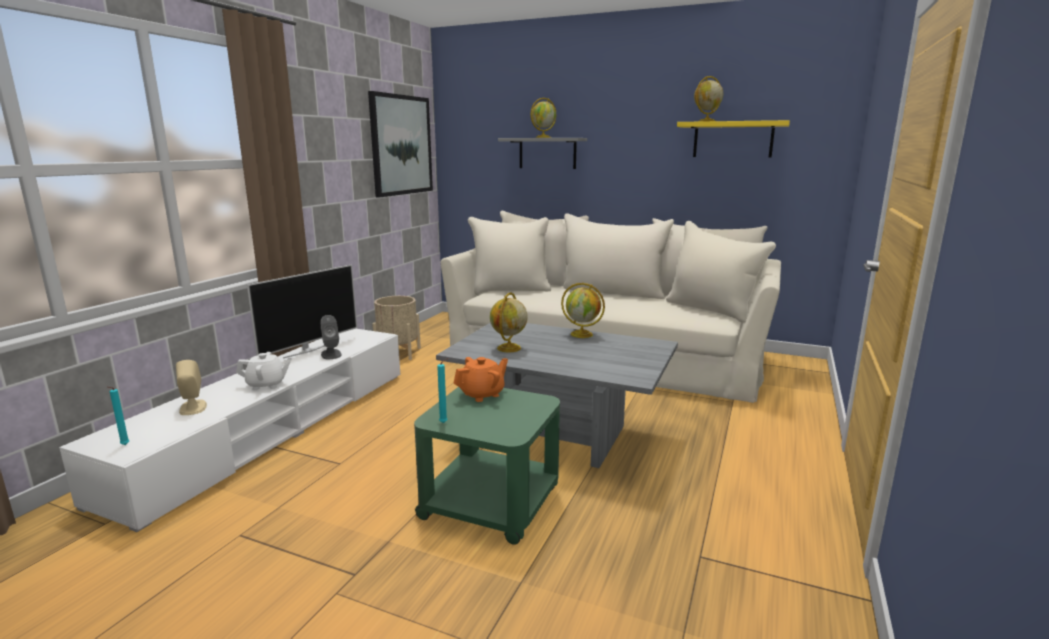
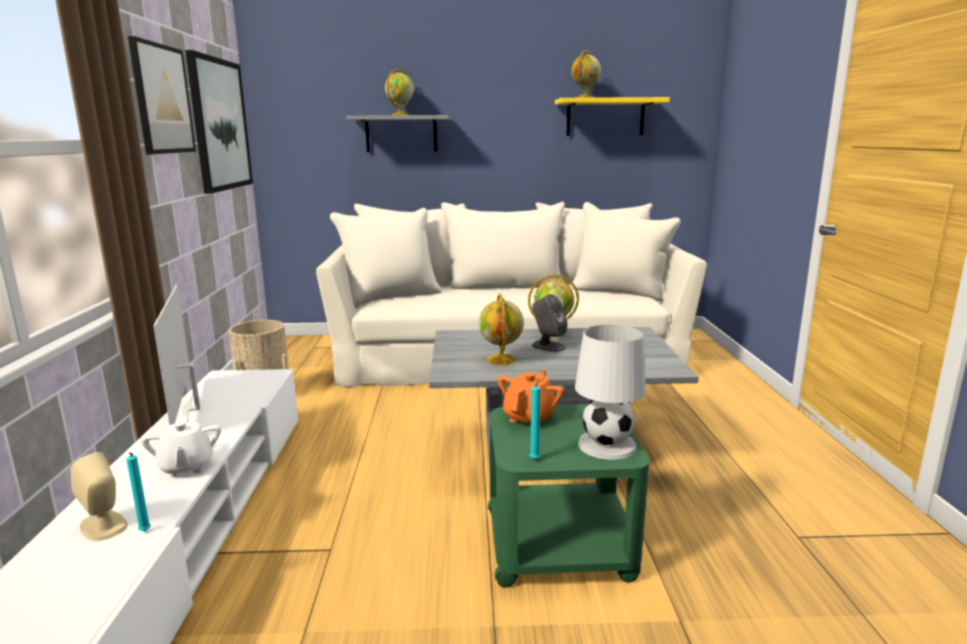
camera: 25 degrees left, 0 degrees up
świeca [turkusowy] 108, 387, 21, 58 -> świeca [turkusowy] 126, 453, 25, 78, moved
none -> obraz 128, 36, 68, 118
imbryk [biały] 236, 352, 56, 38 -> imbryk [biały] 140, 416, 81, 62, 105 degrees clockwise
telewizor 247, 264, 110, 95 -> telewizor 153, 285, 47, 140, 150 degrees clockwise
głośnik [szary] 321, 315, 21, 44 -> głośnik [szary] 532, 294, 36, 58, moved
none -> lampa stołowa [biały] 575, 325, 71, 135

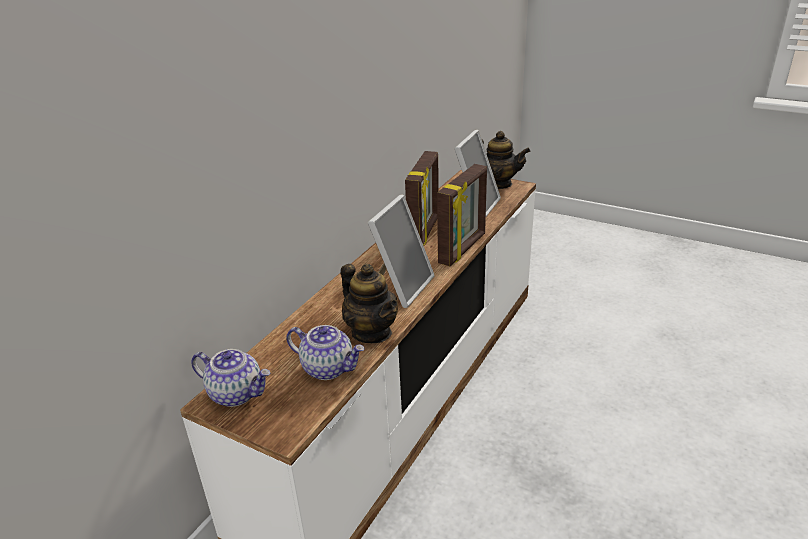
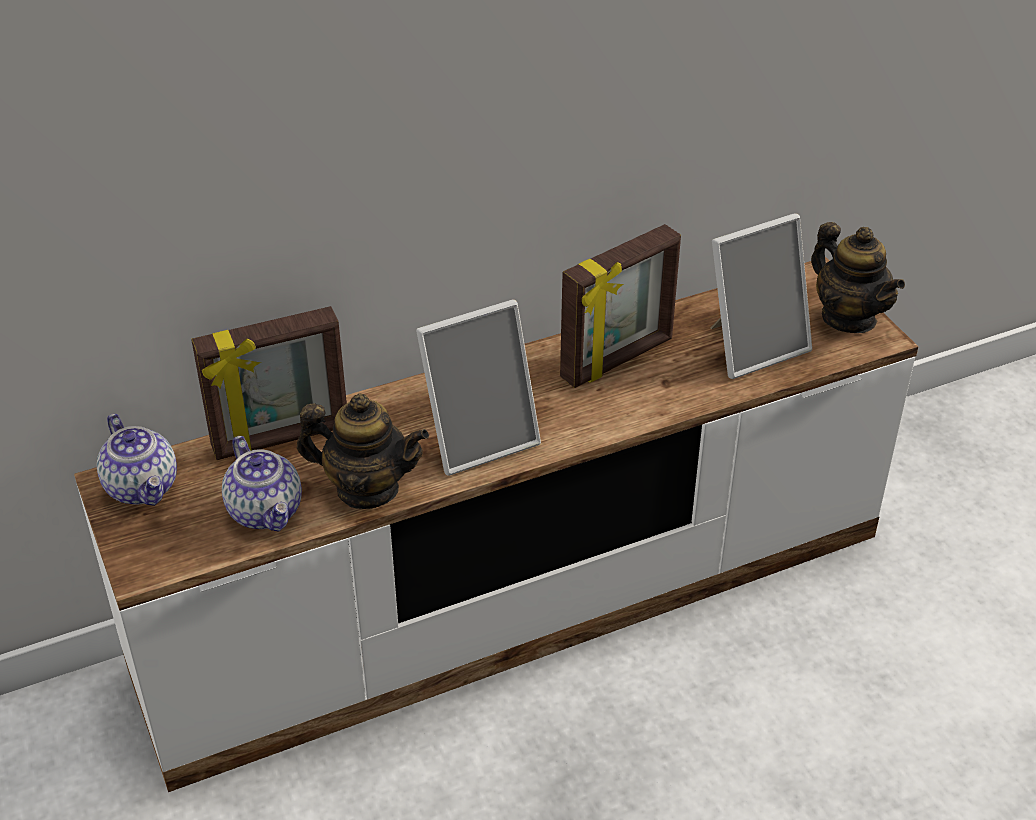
camera: 35 degrees right, 10 degrees up
ramka na zdjęcie 437, 164, 50, 102 -> ramka na zdjęcie 191, 306, 156, 154, moved
imbryk 341, 264, 57, 79 -> imbryk 297, 393, 132, 116, 75 degrees counterclockwise

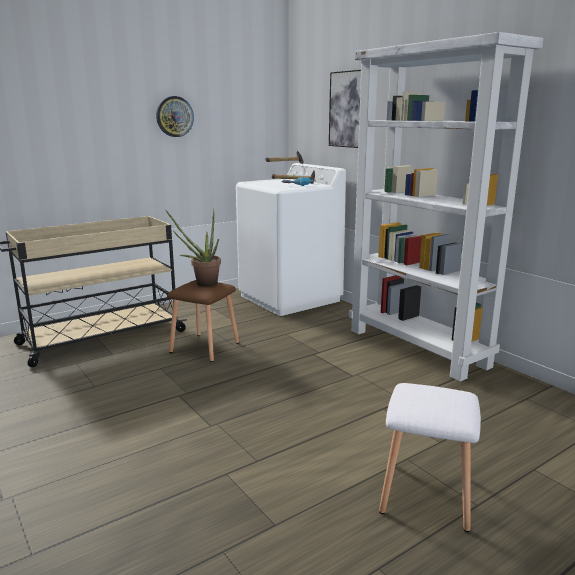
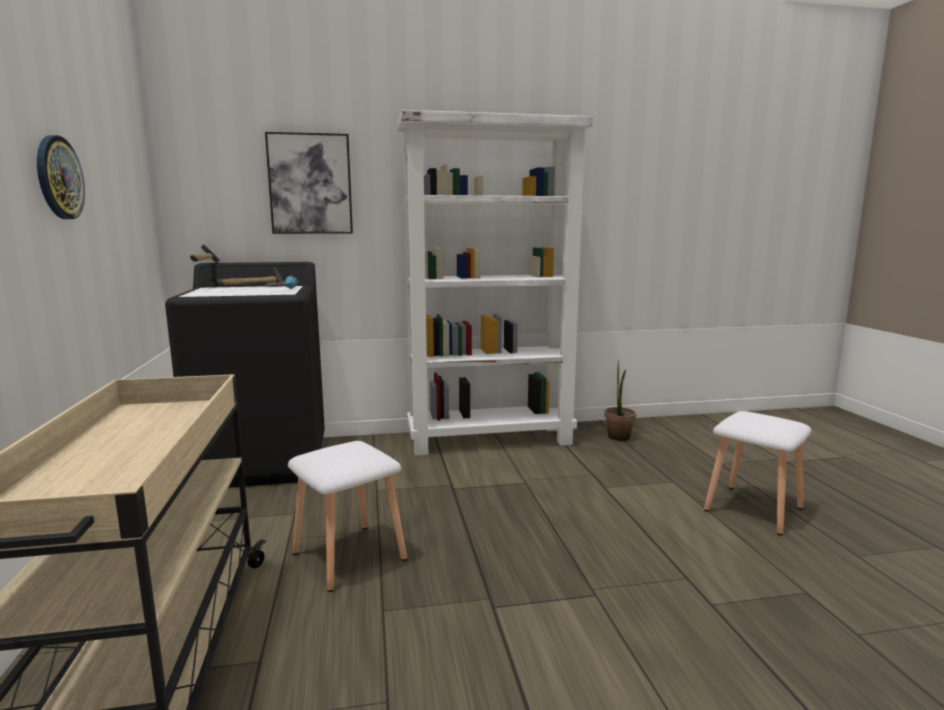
camera: 65 degrees left, 5 degrees down
pralka [biały] 236, 163, 110, 153 -> pralka [czarny] 165, 262, 160, 226
stołek [brązowy] 167, 280, 72, 82 -> stołek [biały] 288, 441, 119, 151
roślina doniczkowa 165, 209, 56, 77 -> roślina doniczkowa 605, 359, 31, 82, moved

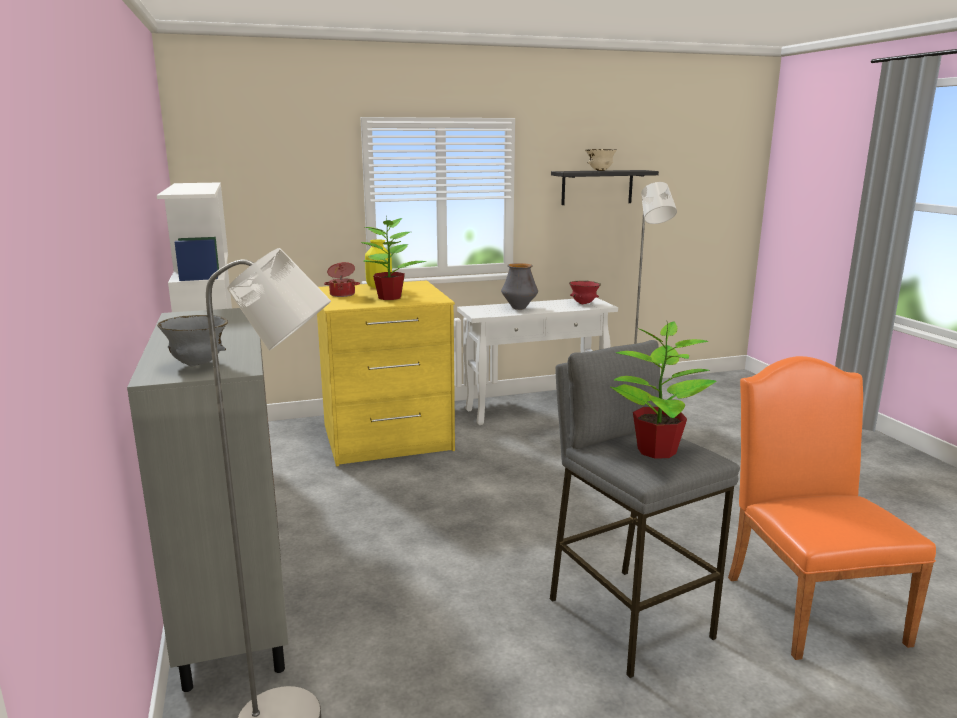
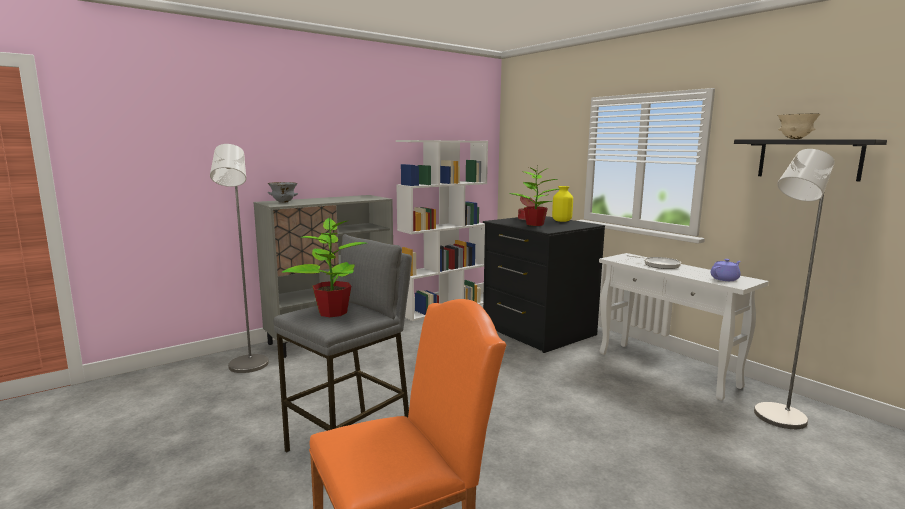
camera: 70 degrees right, 5 degrees down
komoda [żółty] 317, 281, 138, 186 -> komoda [czarny] 483, 216, 122, 137
wazon 501, 263, 37, 47 -> patelnia 626, 255, 55, 14
miska [czerwony] 569, 281, 32, 23 -> imbryk [fioletowy] 710, 259, 31, 22

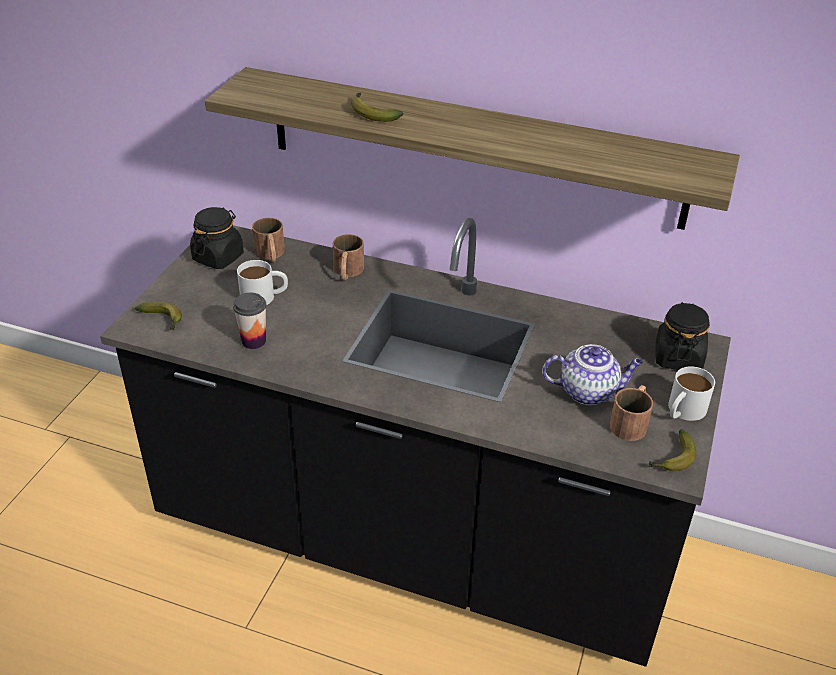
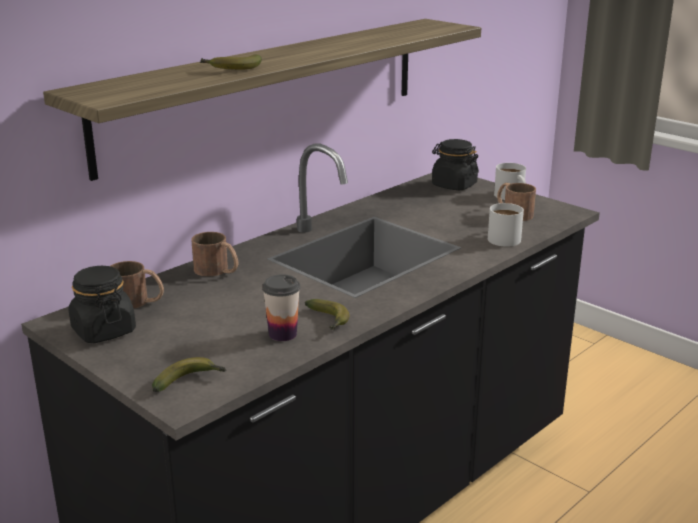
camera: 65 degrees left, 15 degrees down
banan 649, 429, 47, 42 -> banan 305, 299, 45, 31, moved
kubek [biały] 237, 260, 51, 45 -> kubek [biały] 488, 203, 36, 44, moved
imbryk 542, 344, 101, 61 -> none

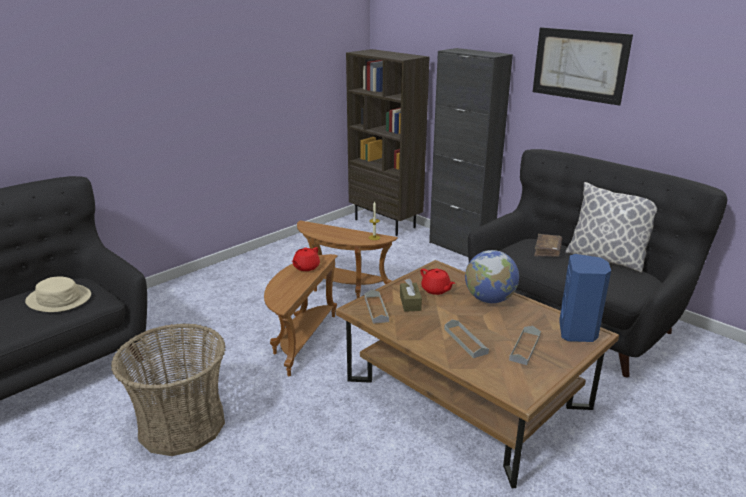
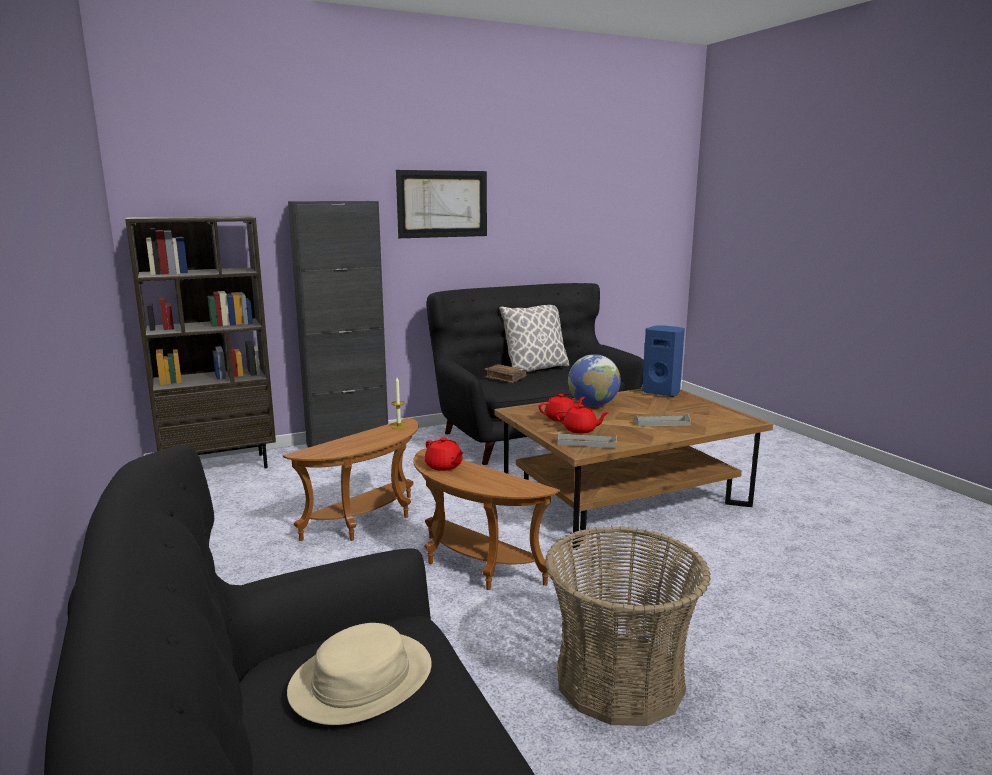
camera: 70 degrees left, 10 degrees down
pudełko chusteczek [brązowy] 400, 278, 22, 34 -> imbryk [czerwony] 555, 404, 55, 30
taca [szary] 509, 326, 32, 39 -> none

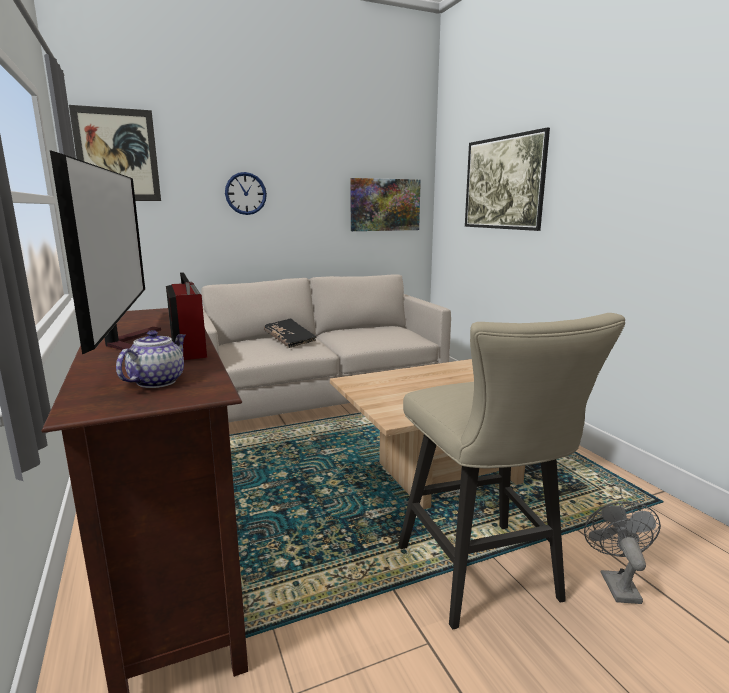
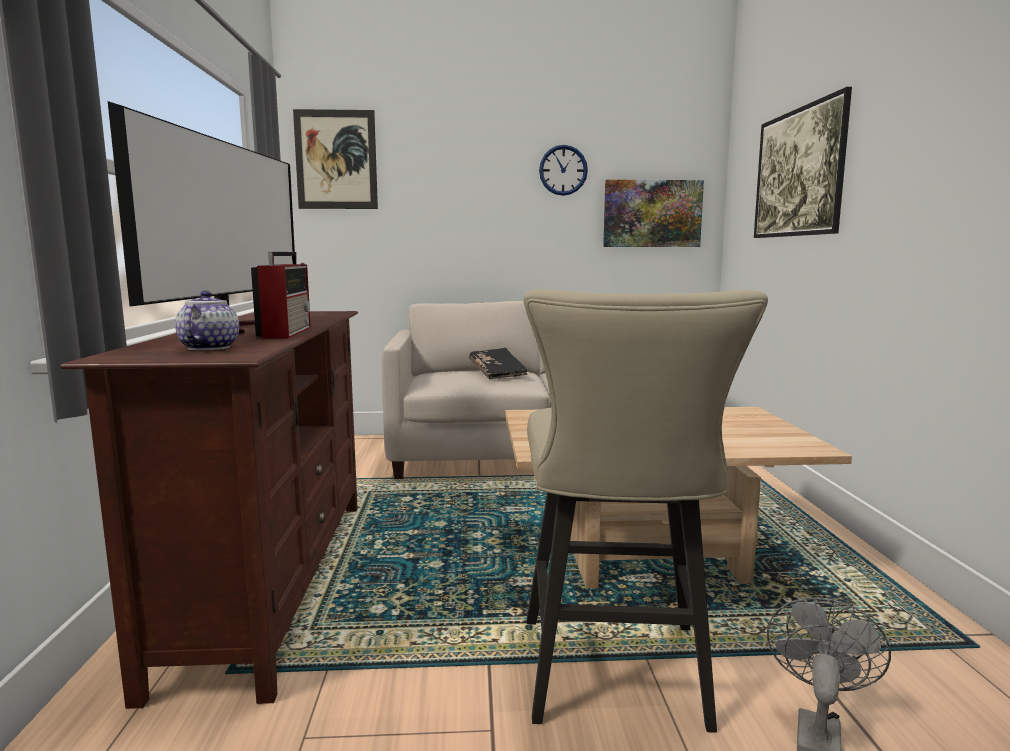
camera: 20 degrees right, 5 degrees down
imbryk 116, 330, 70, 58 -> imbryk 175, 291, 64, 59, 45 degrees counterclockwise
zegar ścienny 225, 172, 42, 43 -> zegar ścienny 539, 145, 49, 51, moved

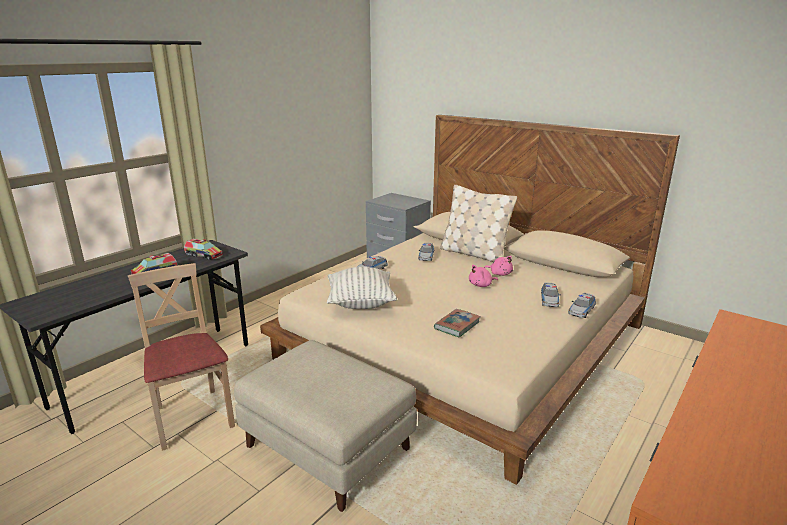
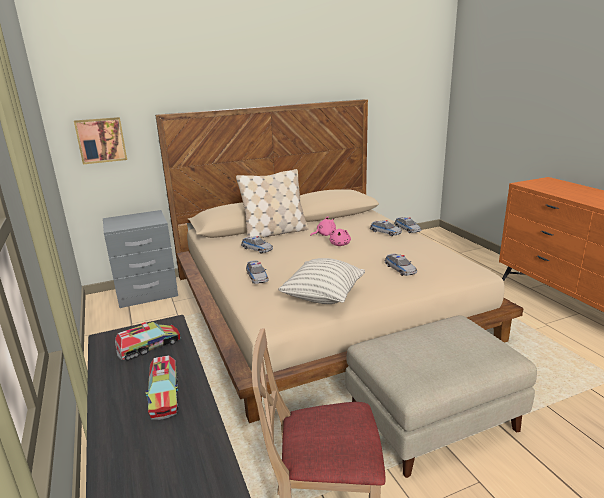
camera: 60 degrees left, 0 degrees up
none -> obraz 74, 117, 53, 47
książka 434, 309, 47, 28 -> samochodzik 385, 253, 32, 23

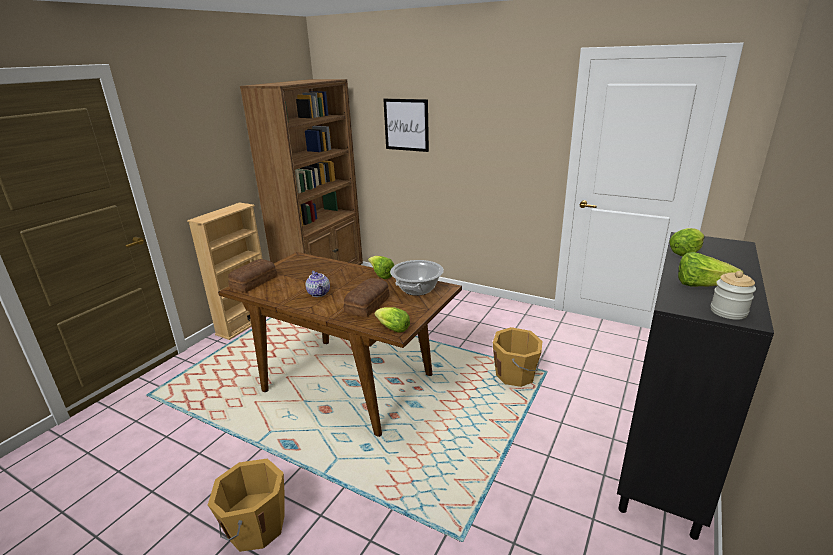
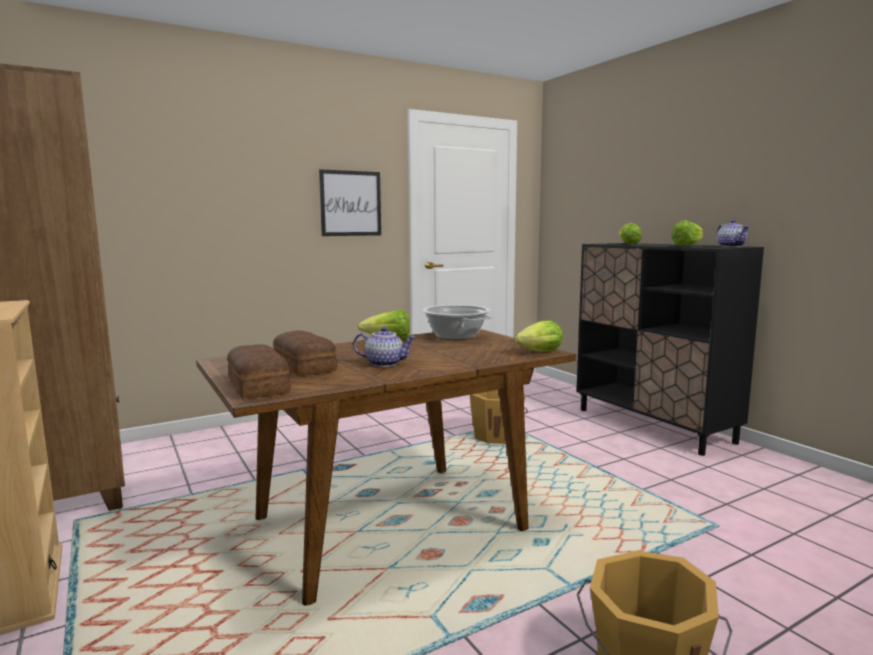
camera: 60 degrees left, 15 degrees down
chleb 344, 278, 46, 39 -> chleb 273, 330, 65, 46, moved
obraz 383, 99, 46, 53 -> obraz 319, 169, 62, 67, moved
słoik 711, 271, 45, 49 -> imbryk 717, 220, 32, 27

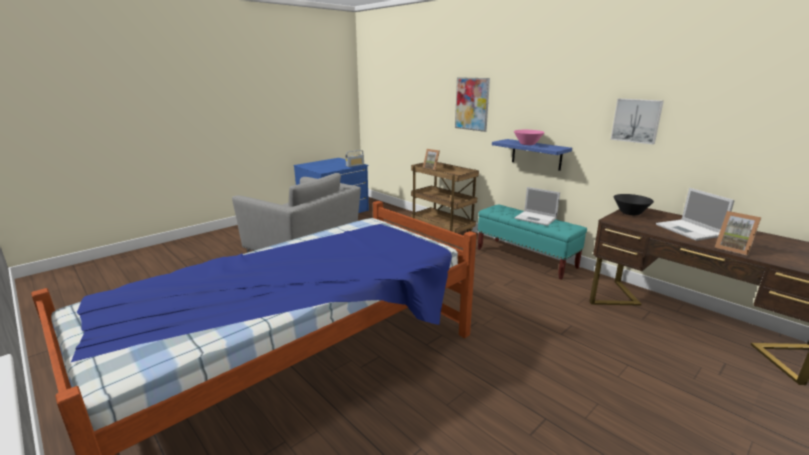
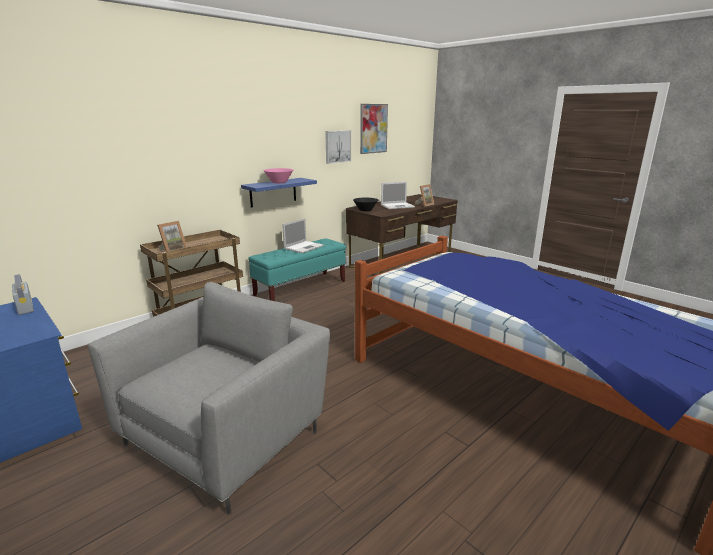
camera: 90 degrees left, 0 degrees up
obraz 455, 77, 35, 55 -> obraz 360, 104, 28, 50, moved

